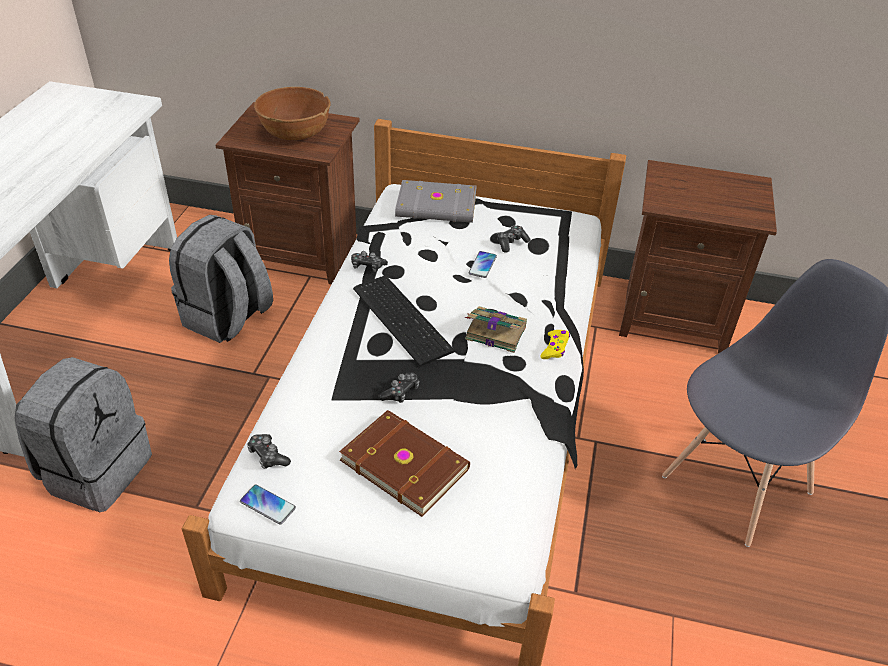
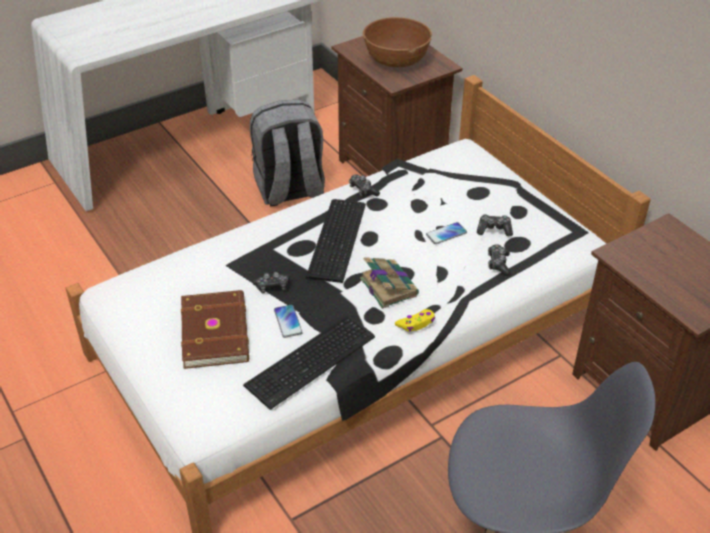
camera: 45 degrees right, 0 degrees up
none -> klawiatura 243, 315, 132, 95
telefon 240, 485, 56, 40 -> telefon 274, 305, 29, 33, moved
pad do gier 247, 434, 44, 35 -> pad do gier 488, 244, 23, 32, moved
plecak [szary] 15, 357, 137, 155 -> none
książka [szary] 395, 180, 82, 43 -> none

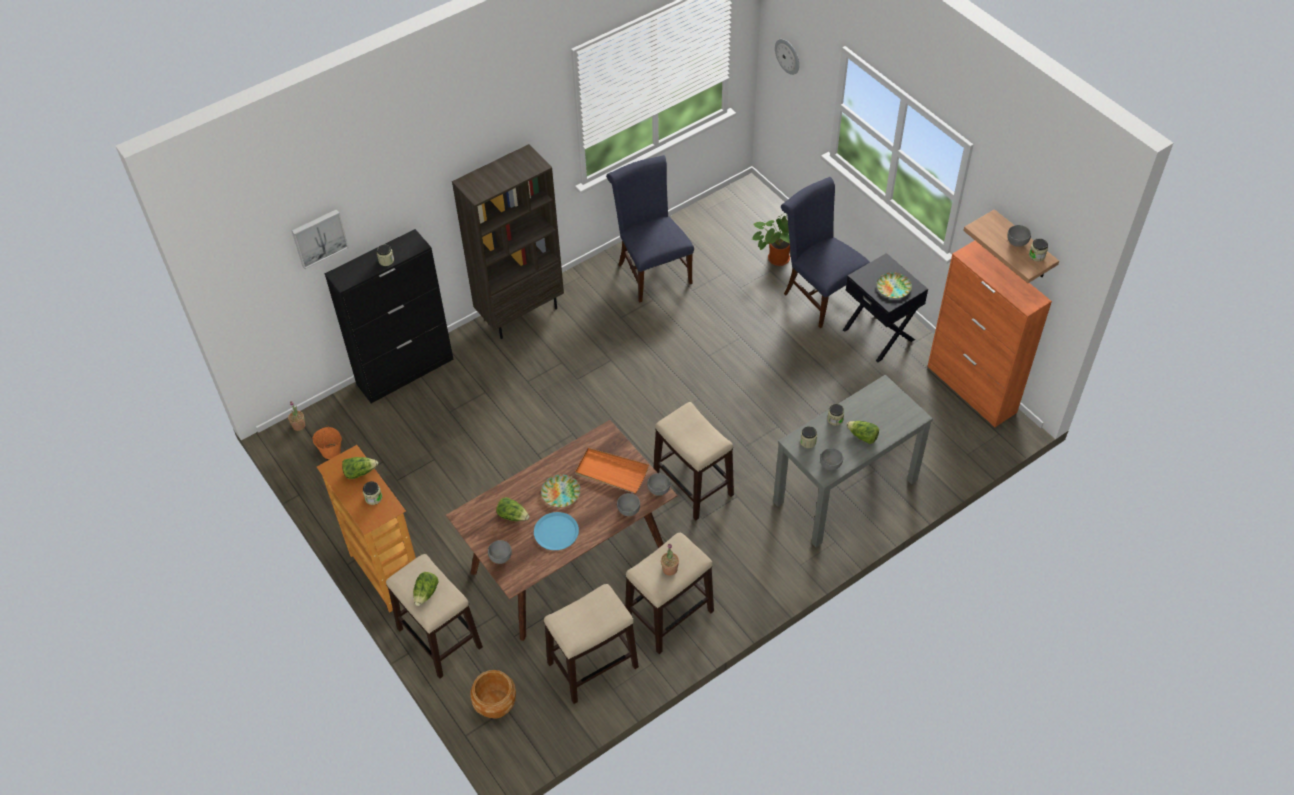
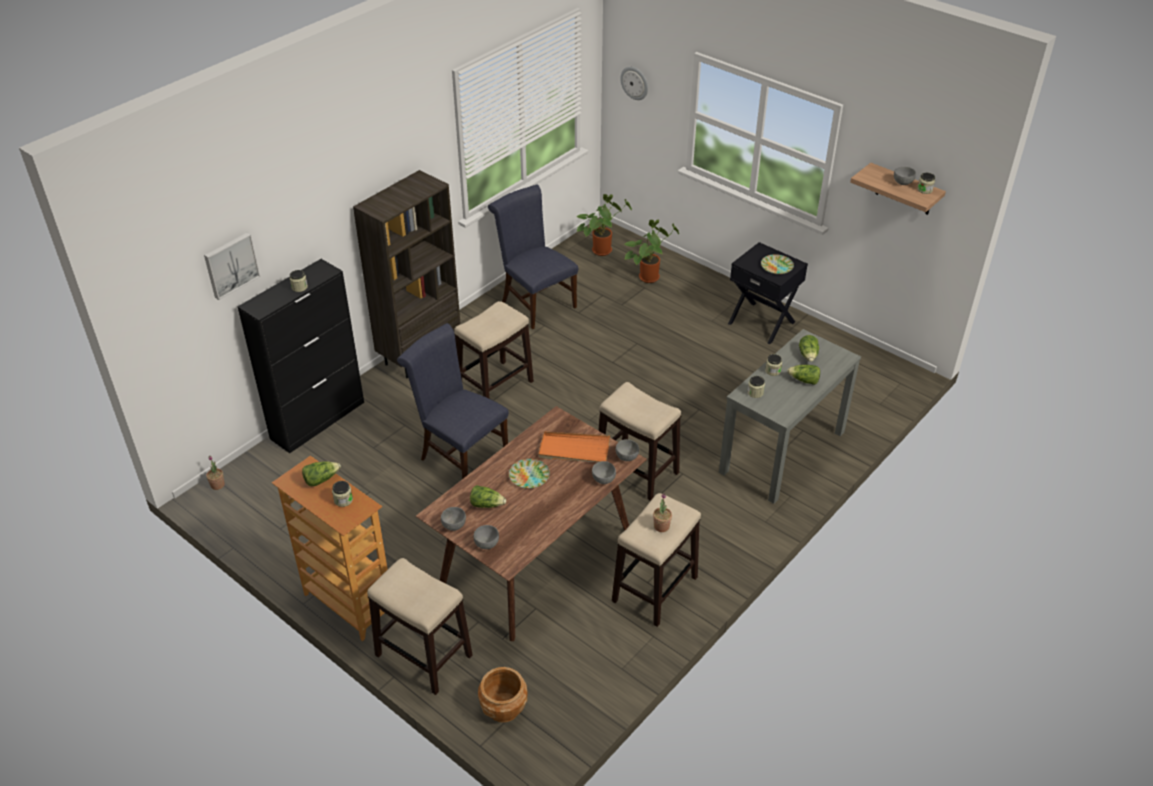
camera: 15 degrees left, 10 degrees down
krzesło [niebieski] 781, 177, 89, 151 -> krzesło [niebieski] 397, 323, 112, 156, moved
miska [szary] 820, 448, 23, 22 -> miska [szary] 441, 507, 25, 24, moved
stołek 544, 584, 95, 120 -> stołek 454, 301, 80, 97, moved
none -> roślina doniczkowa 576, 194, 56, 62
sałata 413, 572, 26, 34 -> sałata 799, 335, 20, 27, moved
wiadro [pomarańczowy] 313, 425, 29, 34 -> none
talerz [niebieski] 534, 512, 45, 38 -> none
szafka [pomarańczowy] 927, 241, 125, 186 -> none

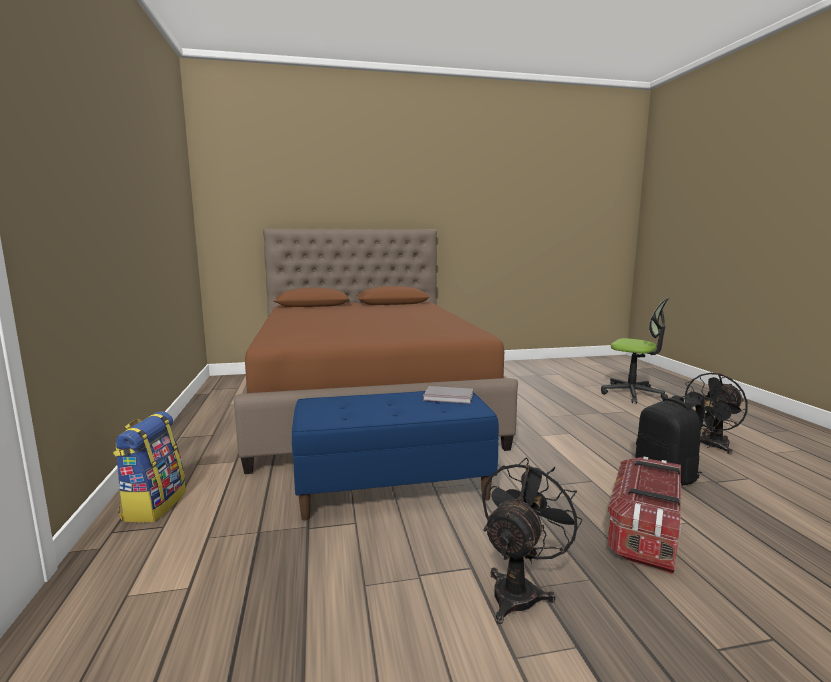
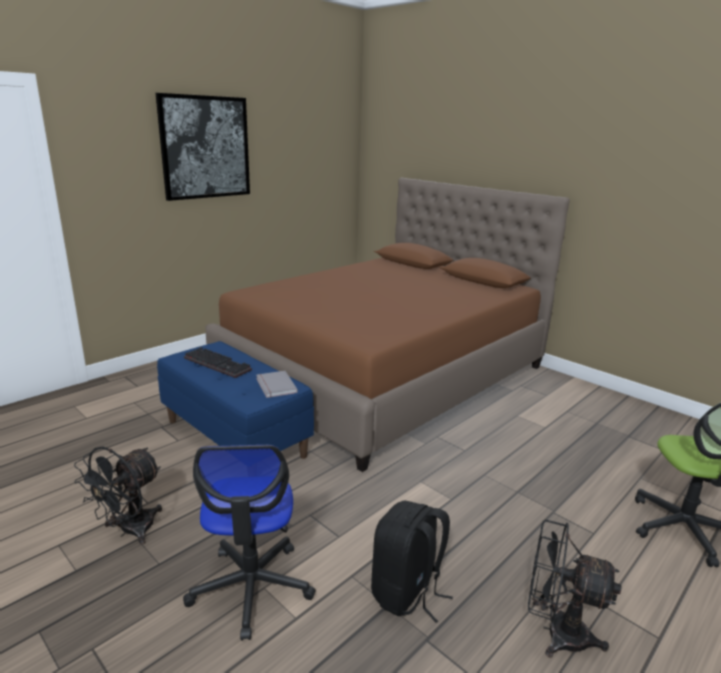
camera: 55 degrees right, 10 degrees up
wentylator [czarny] 482, 458, 101, 166 -> wentylator [czarny] 74, 446, 88, 98, 120 degrees clockwise
none -> obraz 155, 93, 95, 108
pojemnik do przechowywania 608, 457, 73, 118 -> krzesło biurowe 183, 445, 133, 196
none -> klawiatura 184, 347, 68, 31
plecak 113, 411, 73, 111 -> none

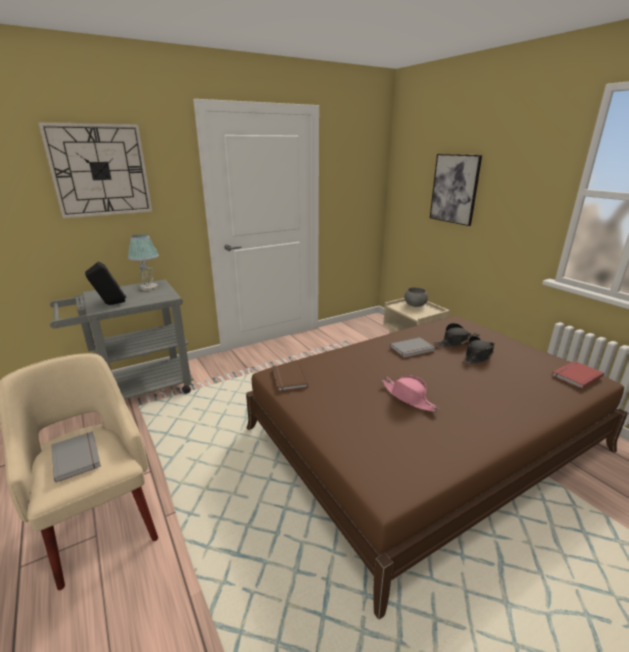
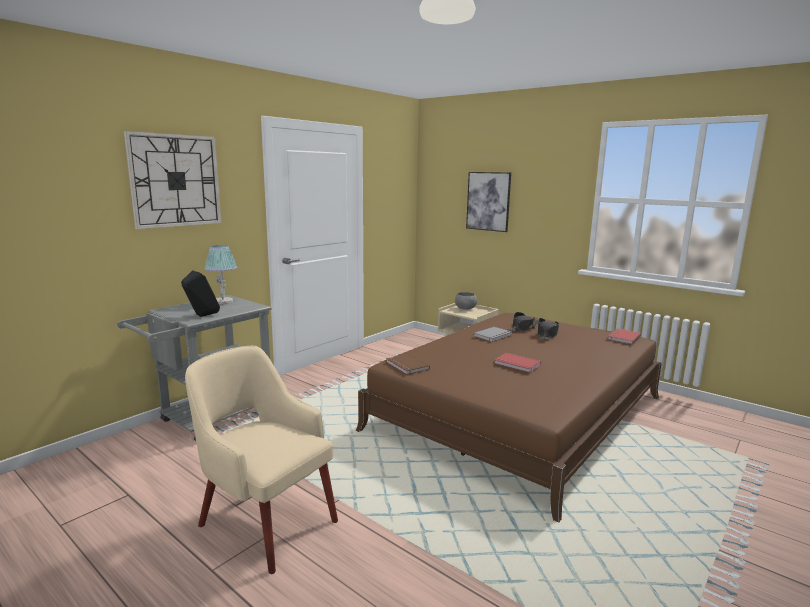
camera: 20 degrees left, 10 degrees down
kapelusz [różowy] 382, 375, 57, 37 -> książka [czerwony] 494, 353, 47, 20
książka [szary] 51, 431, 50, 52 -> none

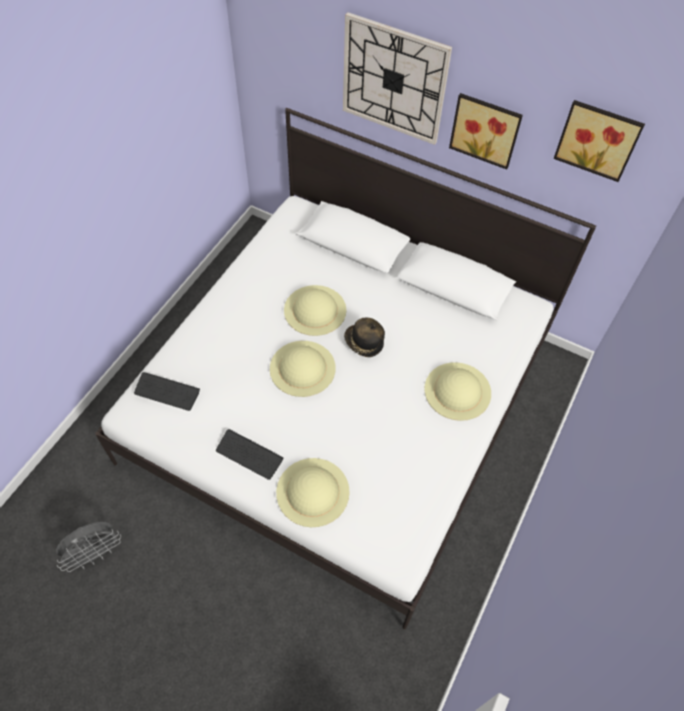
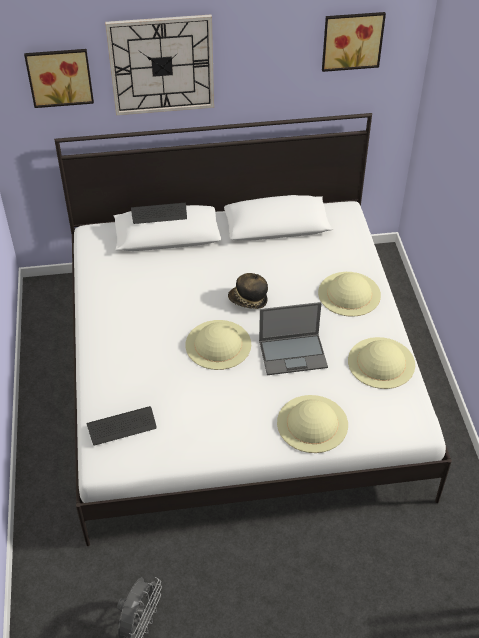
camera: 35 degrees left, 10 degrees down
obraz 449, 93, 74, 77 -> obraz 24, 49, 70, 59, moved
klawiatura 216, 429, 67, 51 -> klawiatura 131, 203, 56, 21, moved
none -> laptop 259, 302, 69, 73
kapelusz [beżowy] 284, 285, 62, 51 -> kapelusz [beżowy] 348, 337, 67, 52, moved

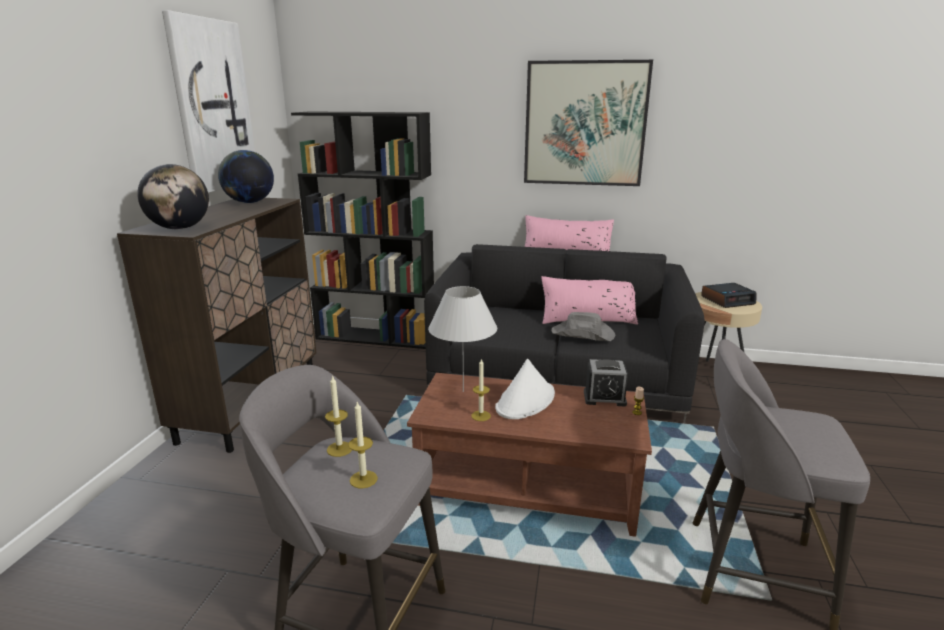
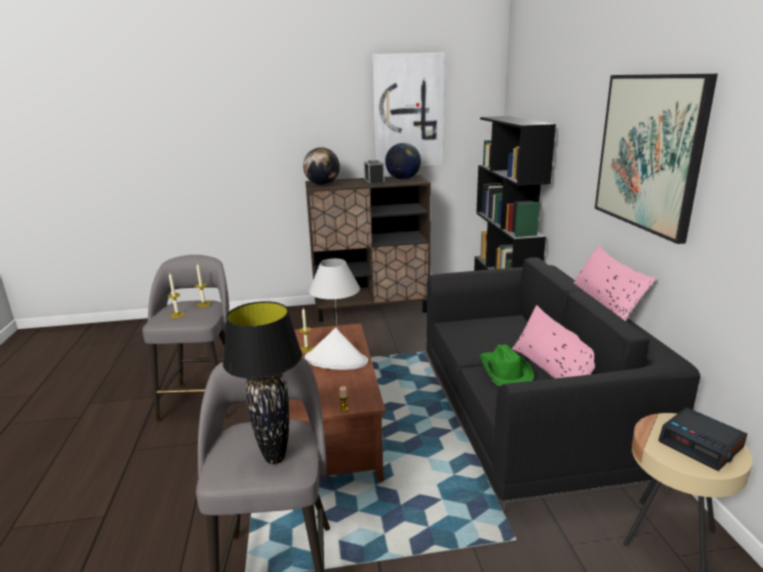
camera: 70 degrees right, 0 degrees up
none -> lampa stołowa [czarny] 223, 301, 79, 163
budzik 584, 359, 44, 47 -> budzik 364, 160, 21, 25, moved
kapelusz [szary] 551, 312, 64, 29 -> kapelusz [zielony] 479, 344, 55, 42

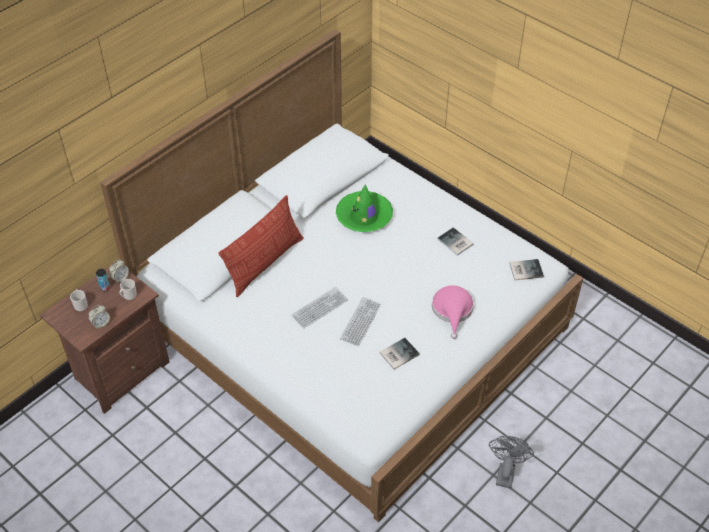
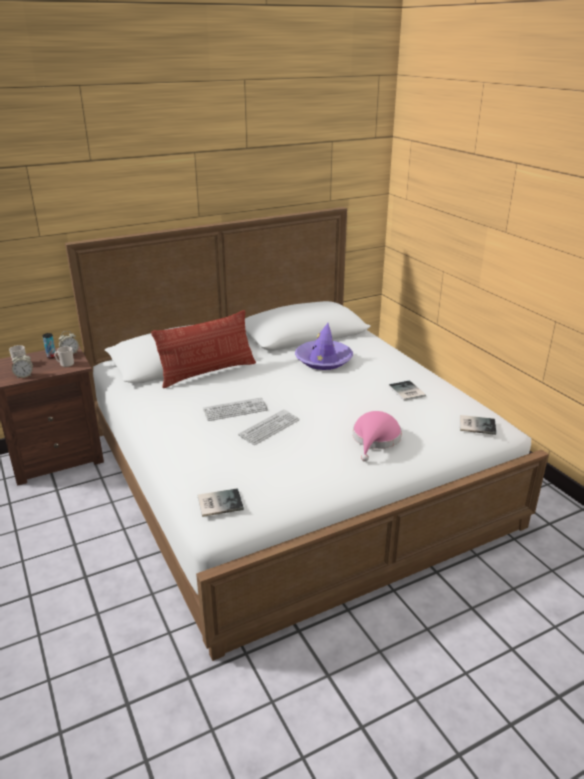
camera: 20 degrees right, 20 degrees down
książka 379, 338, 41, 31 -> książka 198, 488, 46, 29, moved
kapelusz [zielony] 336, 185, 57, 47 -> kapelusz [fioletowy] 295, 323, 58, 47
wentylator [szary] 489, 436, 45, 53 -> none

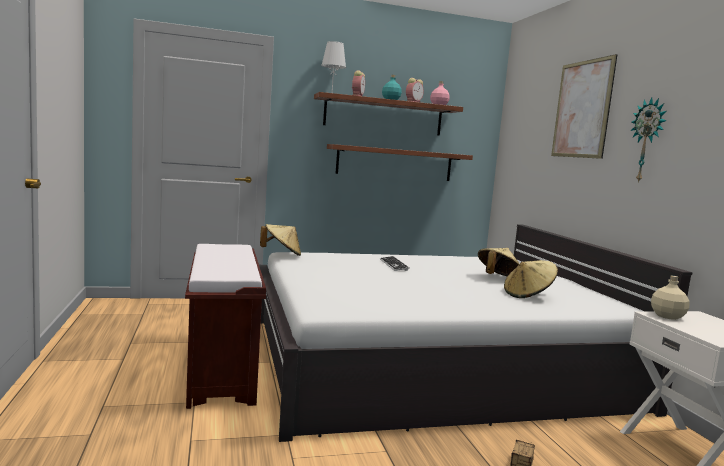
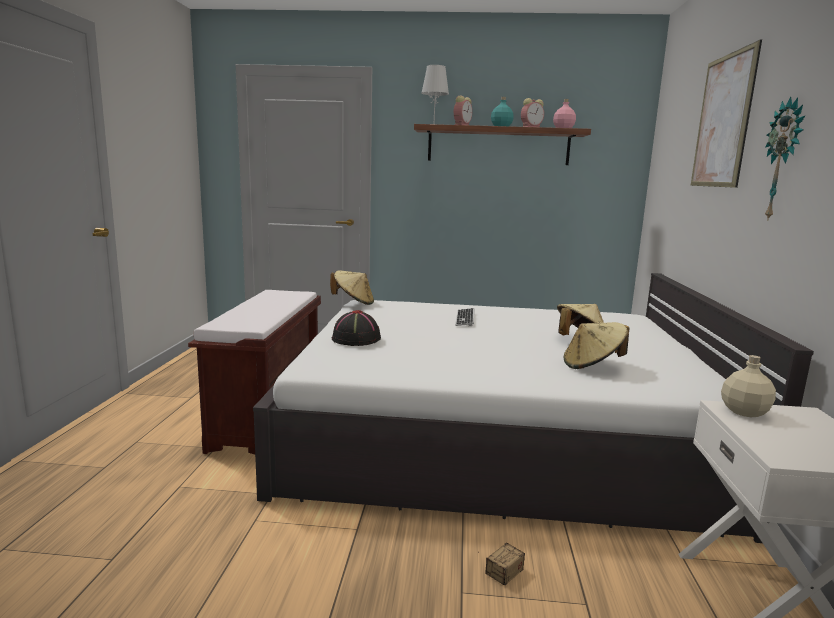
camera: 20 degrees right, 5 degrees up
none -> kapelusz [czarny] 332, 310, 49, 36
półka 327, 144, 146, 37 -> none

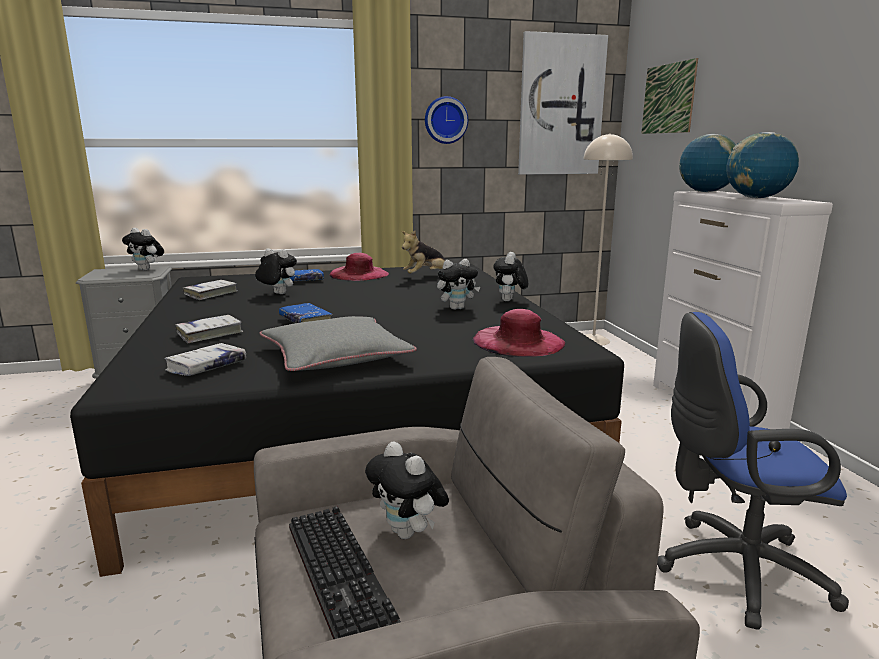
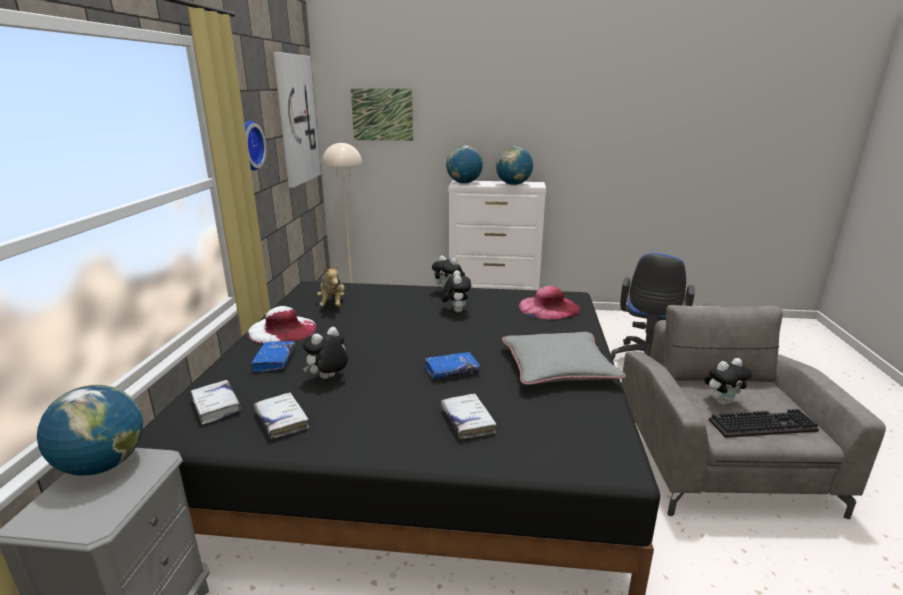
camera: 70 degrees left, 5 degrees up
pluszak 122, 228, 42, 43 -> globus 37, 385, 106, 90
książka [biały] 164, 343, 82, 33 -> książka [biały] 191, 380, 50, 44, moved
kapelusz [różowy] 330, 253, 58, 28 -> kapelusz [biały] 247, 306, 69, 38

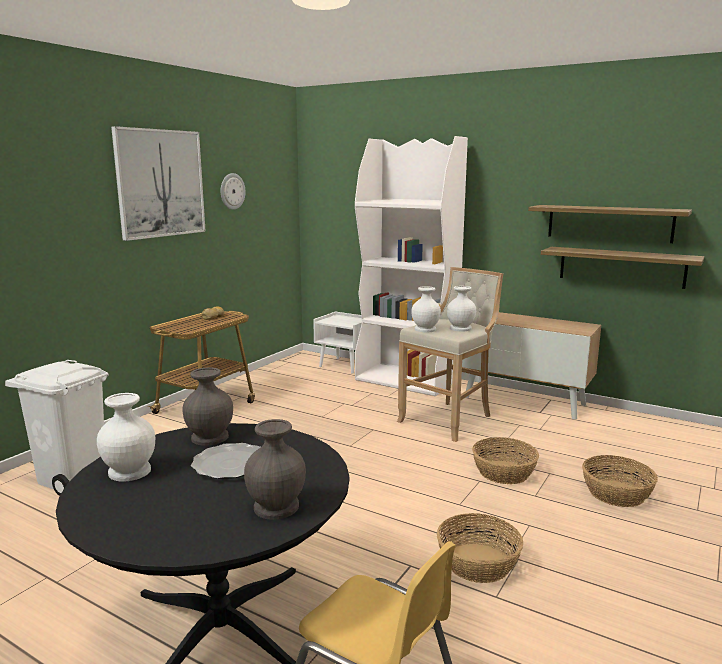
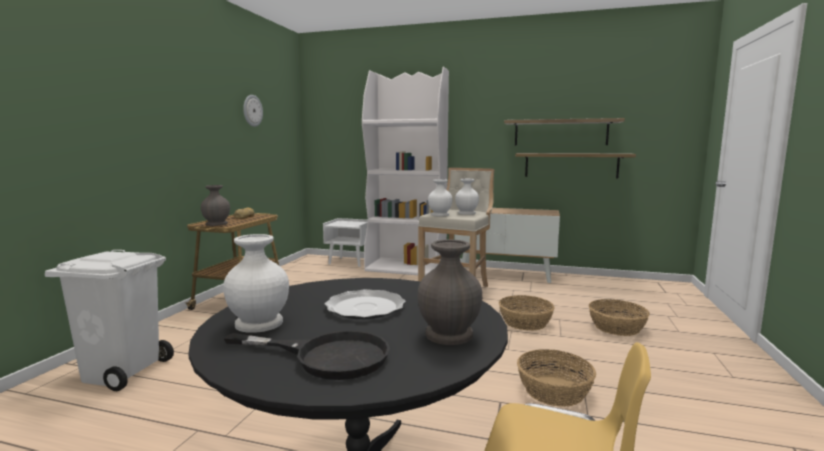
camera: 15 degrees left, 5 degrees down
wazon [szary] 183, 368, 50, 78 -> wazon [szary] 201, 185, 29, 41, moved
none -> patelnia [czarny] 224, 331, 166, 49
obraz 111, 126, 95, 115 -> none

